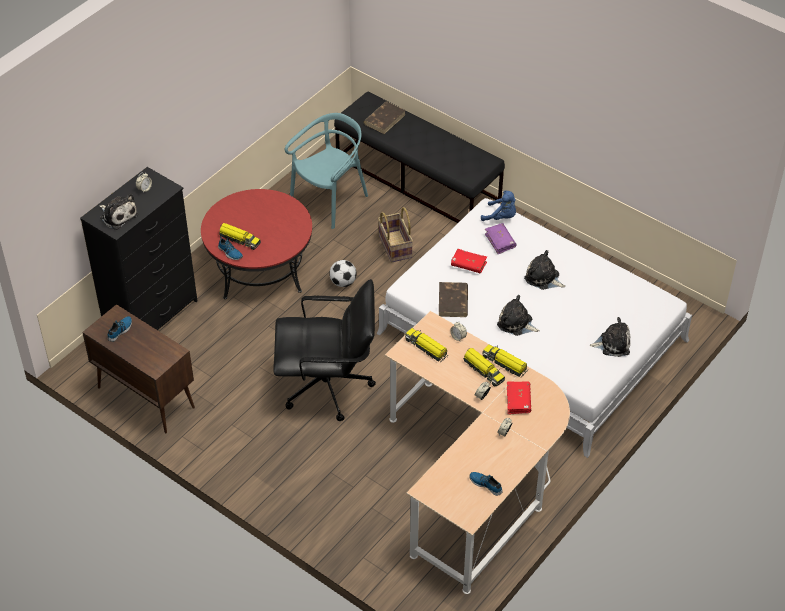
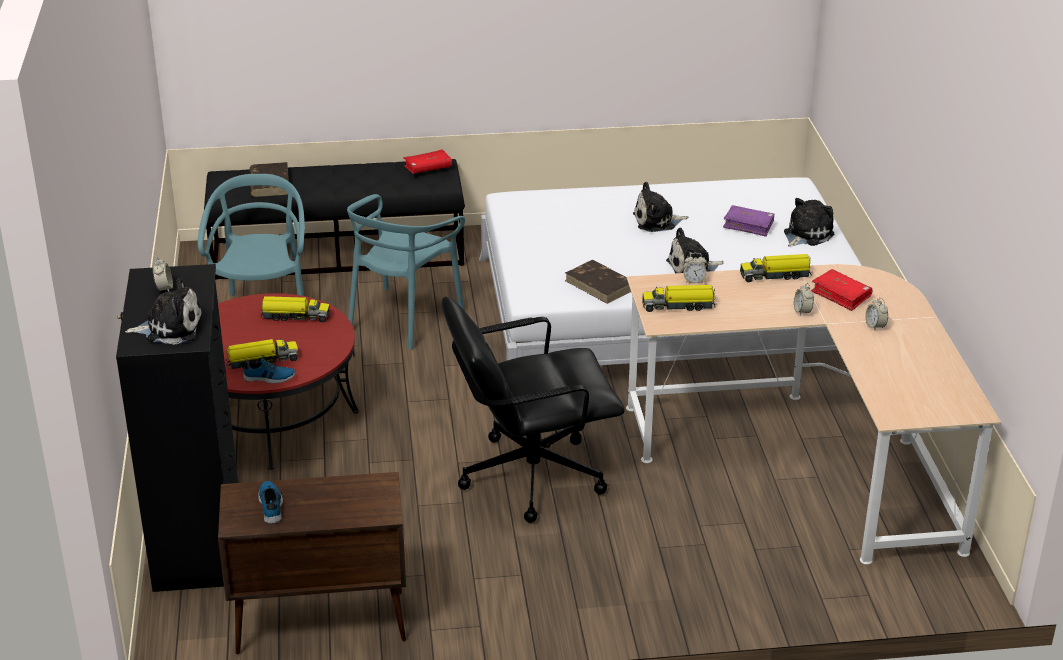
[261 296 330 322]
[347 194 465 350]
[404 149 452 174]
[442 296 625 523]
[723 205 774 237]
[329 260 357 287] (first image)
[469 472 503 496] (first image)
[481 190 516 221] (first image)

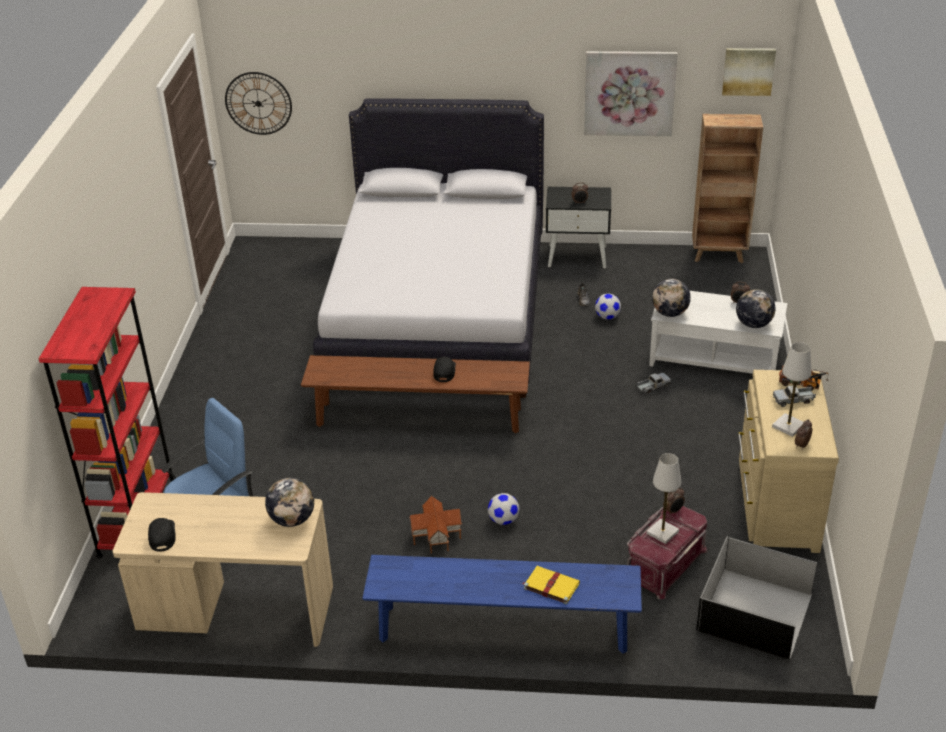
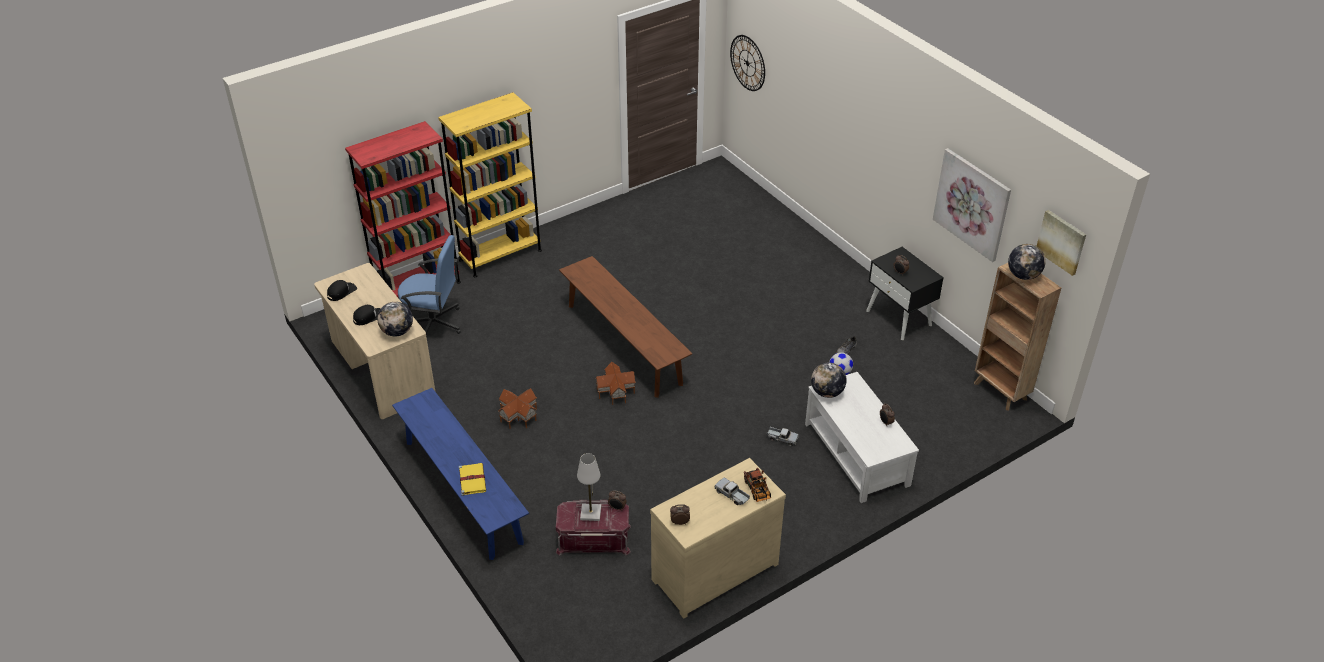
[353 305 381 325]
[438 92 542 277]
[595 362 636 405]
[1008 244 1046 280]
[313 99 544 398] (first image)
[488 493 519 525] (first image)
[696 536 817 659] (first image)
[772 342 812 437] (first image)

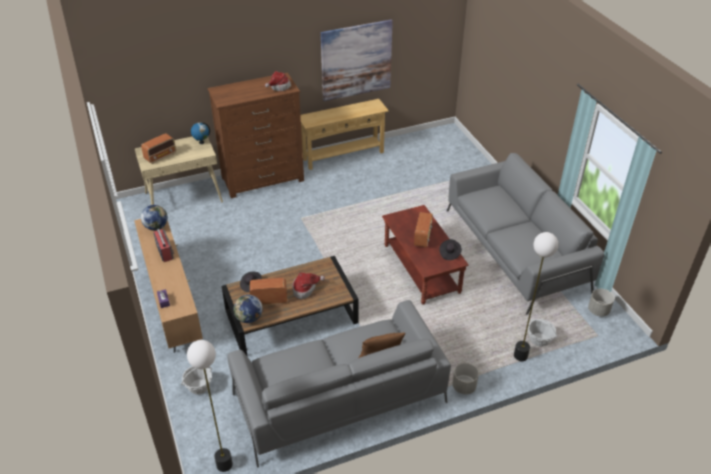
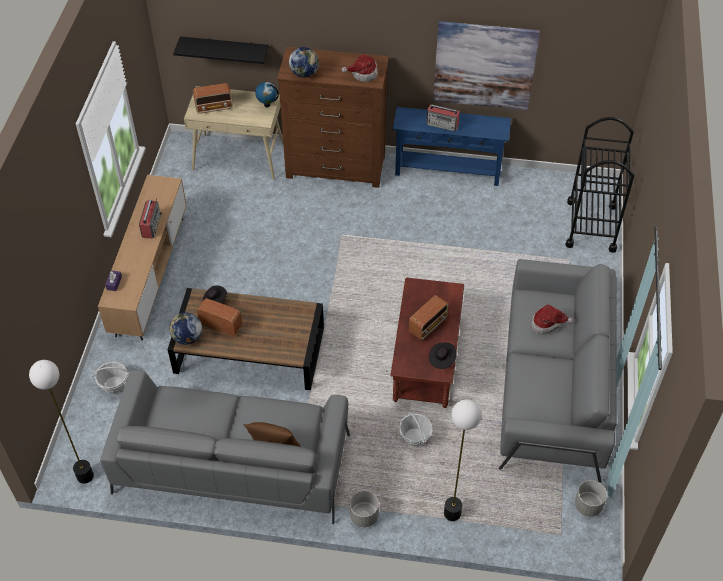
[173 36 269 64]
[289 47 319 77]
[393 107 511 186]
[399 412 432 447]
[426 105 460 132]
[531 304 574 335]
[565 117 634 253]

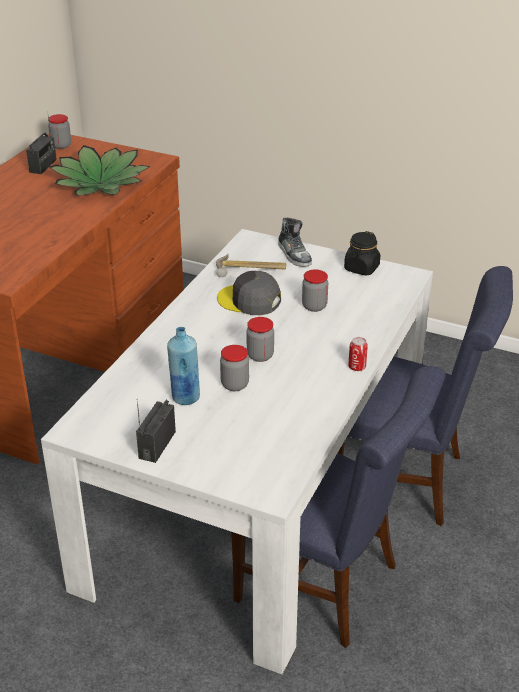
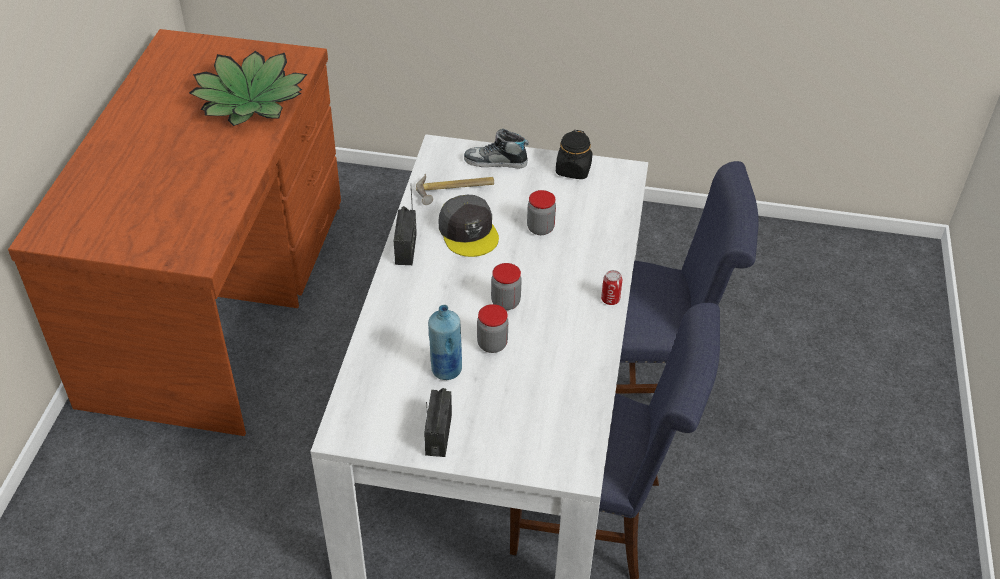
[394 188 417 265]
[439 195 499 257]
[464 129 529 169]
[48 114 71 149] (first image)

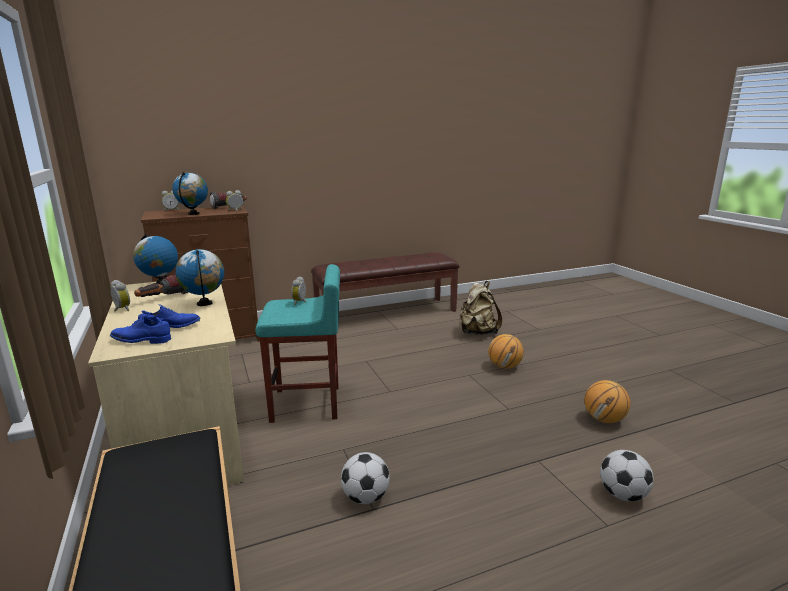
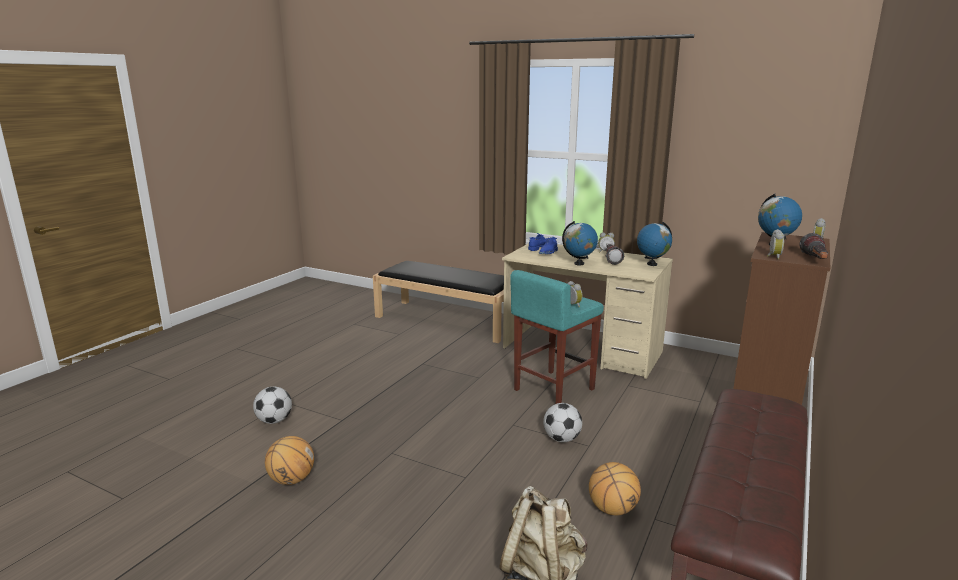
[543 403 582 442]
[589 462 641 516]

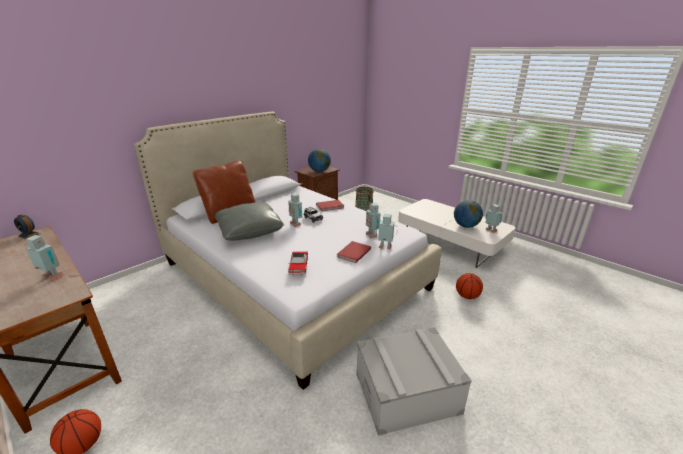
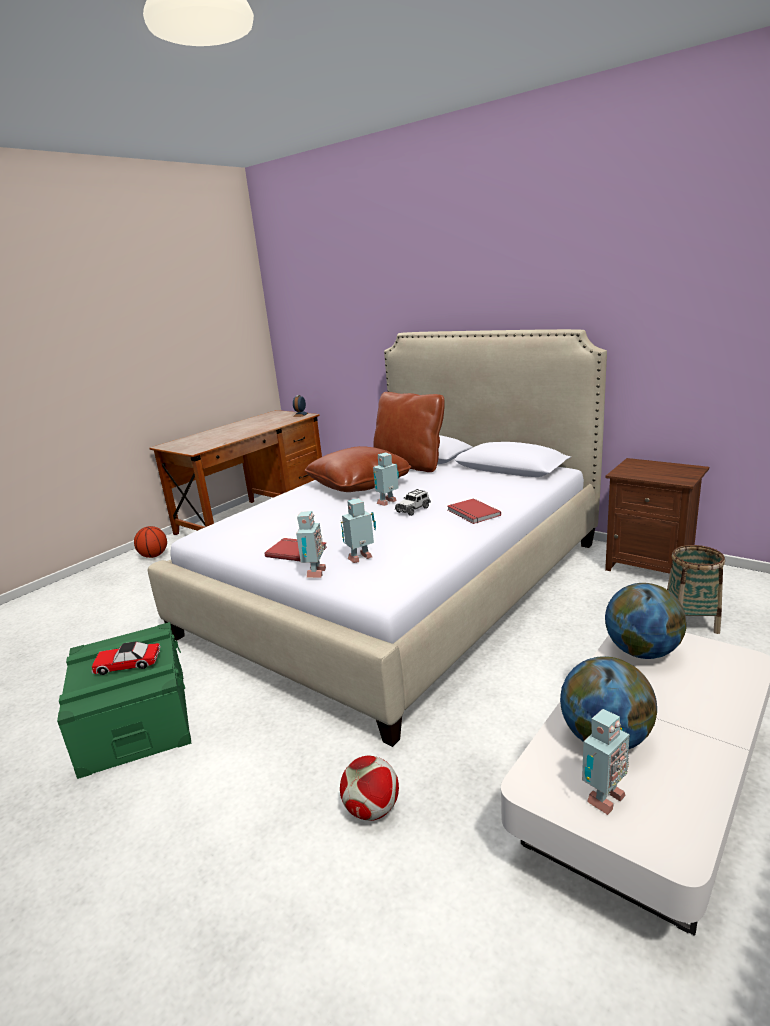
[57 622 191 779]
[91 641 161 675]
[305 446 411 492]
[340 756 399 821]
[605 583 686 659]
[26 235 63 280] (first image)

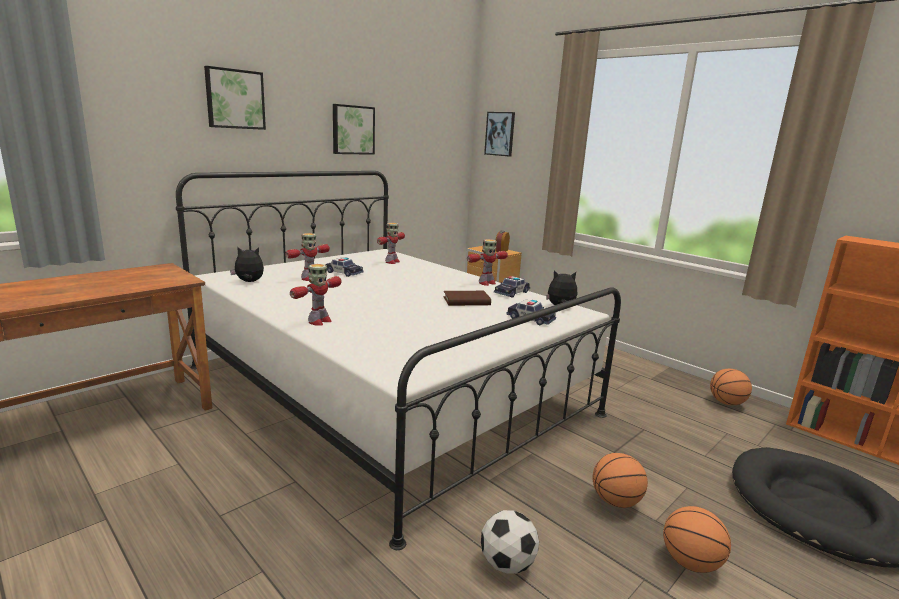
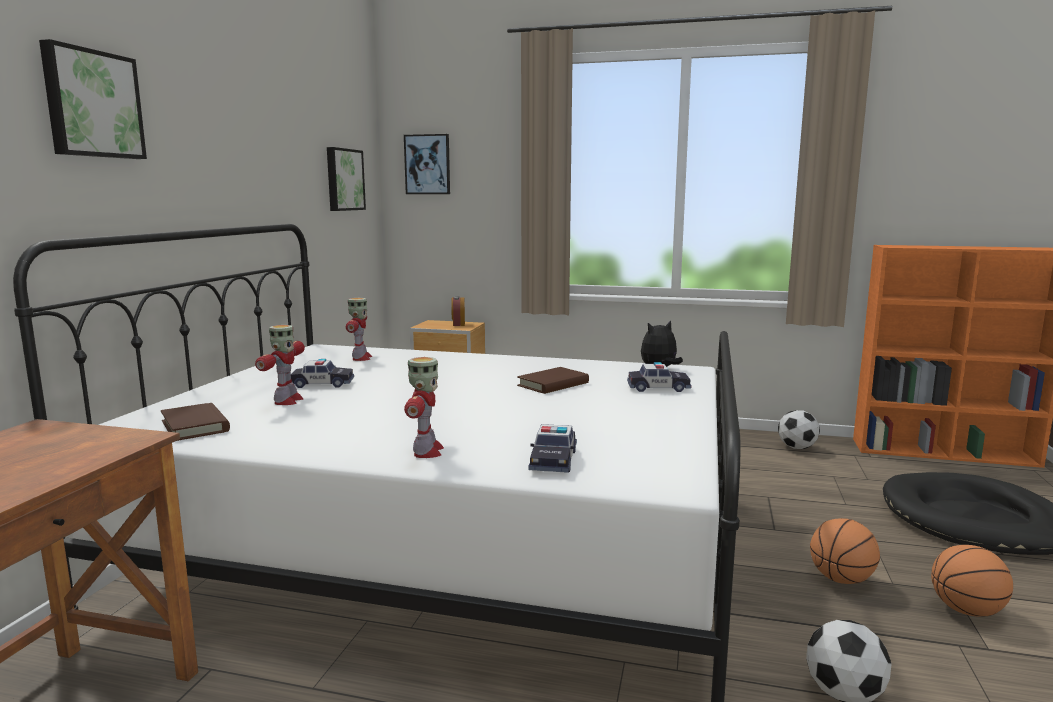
[161 403 230 441]
[327 147 366 211]
[529 424 577 473]
[778 410 820 449]
[467 239 508 286] (first image)

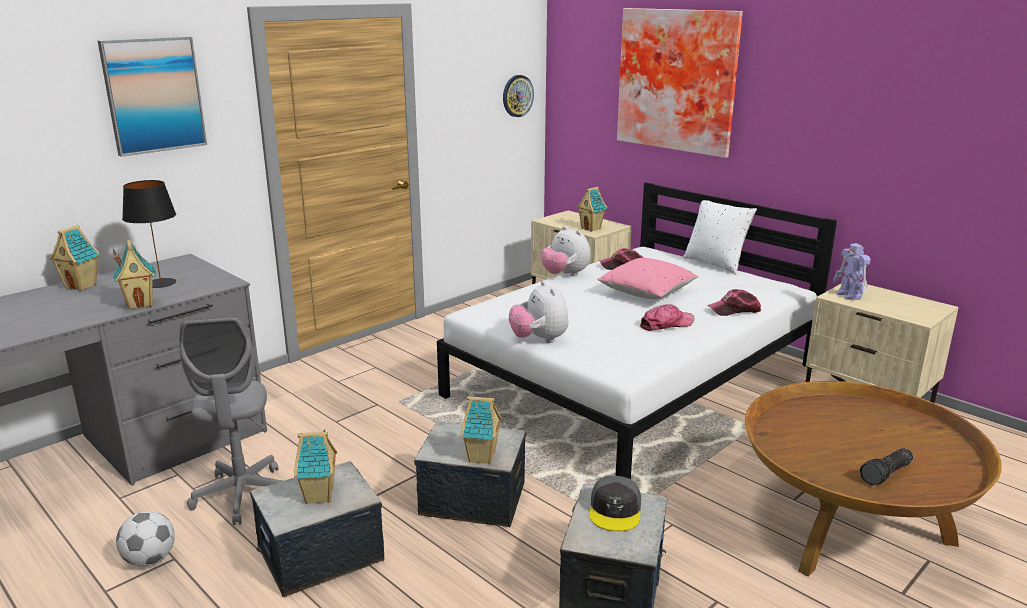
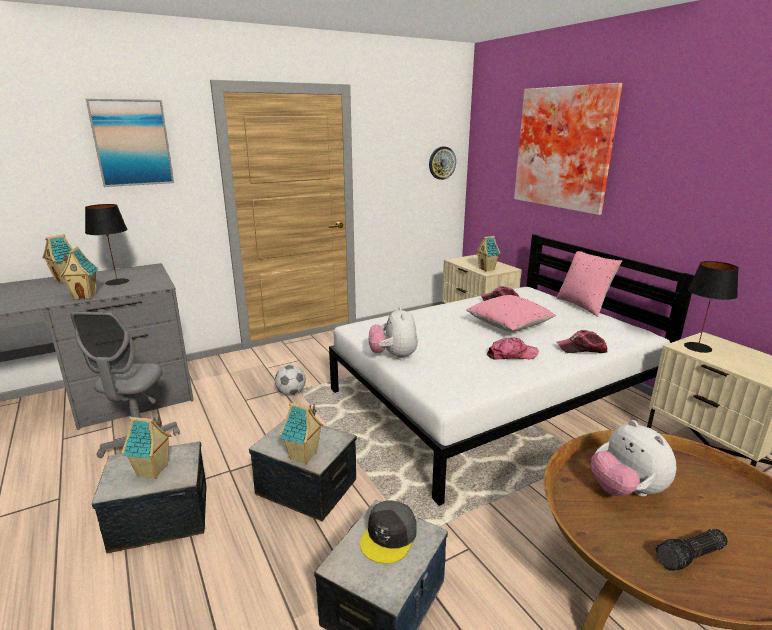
[275 365 306 395]
[557 251 622 317]
[591 420 677 497]
[684 261 739 353]

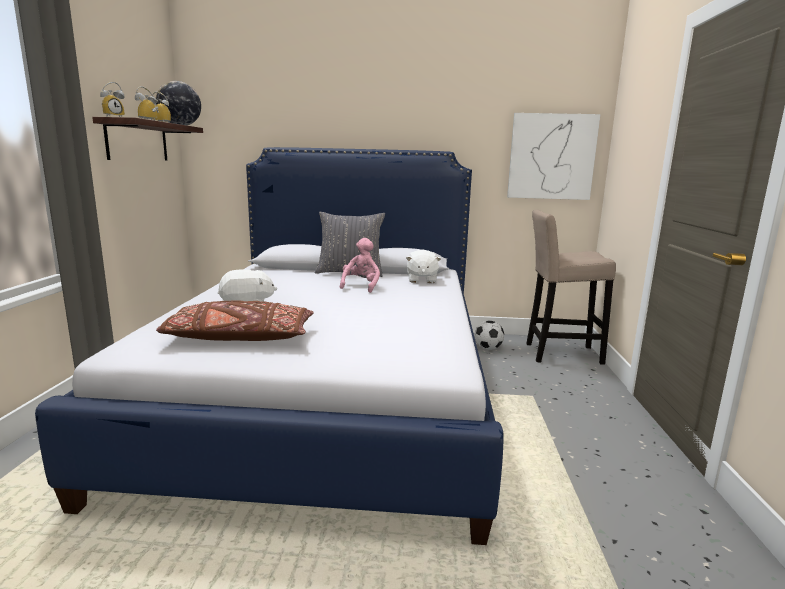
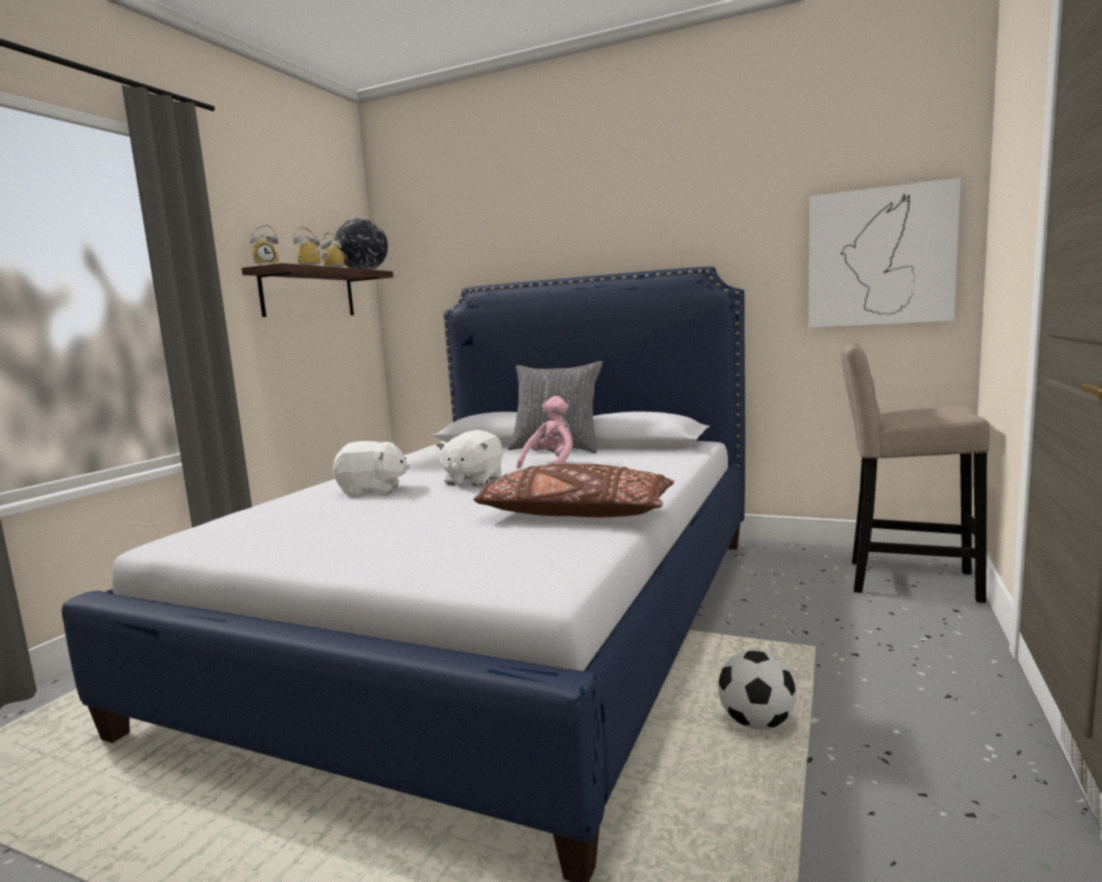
[436 430 503 486]
[473 464 674 517]
[718 650 796 730]

